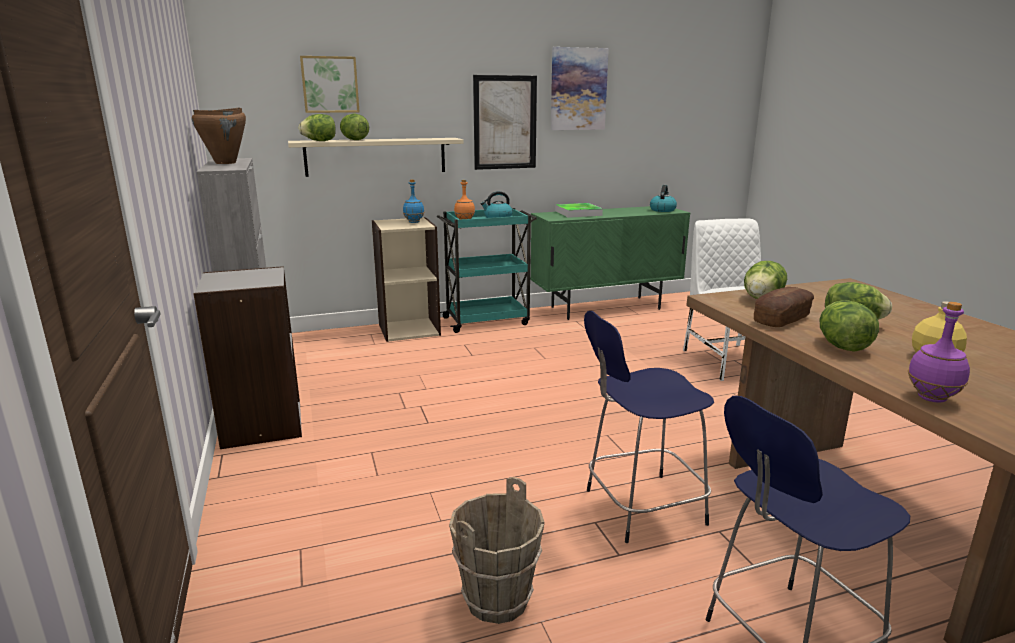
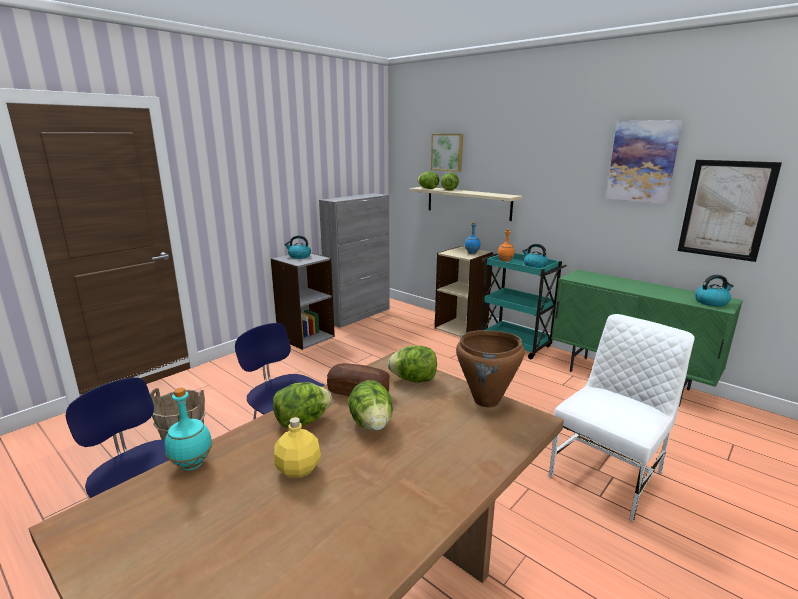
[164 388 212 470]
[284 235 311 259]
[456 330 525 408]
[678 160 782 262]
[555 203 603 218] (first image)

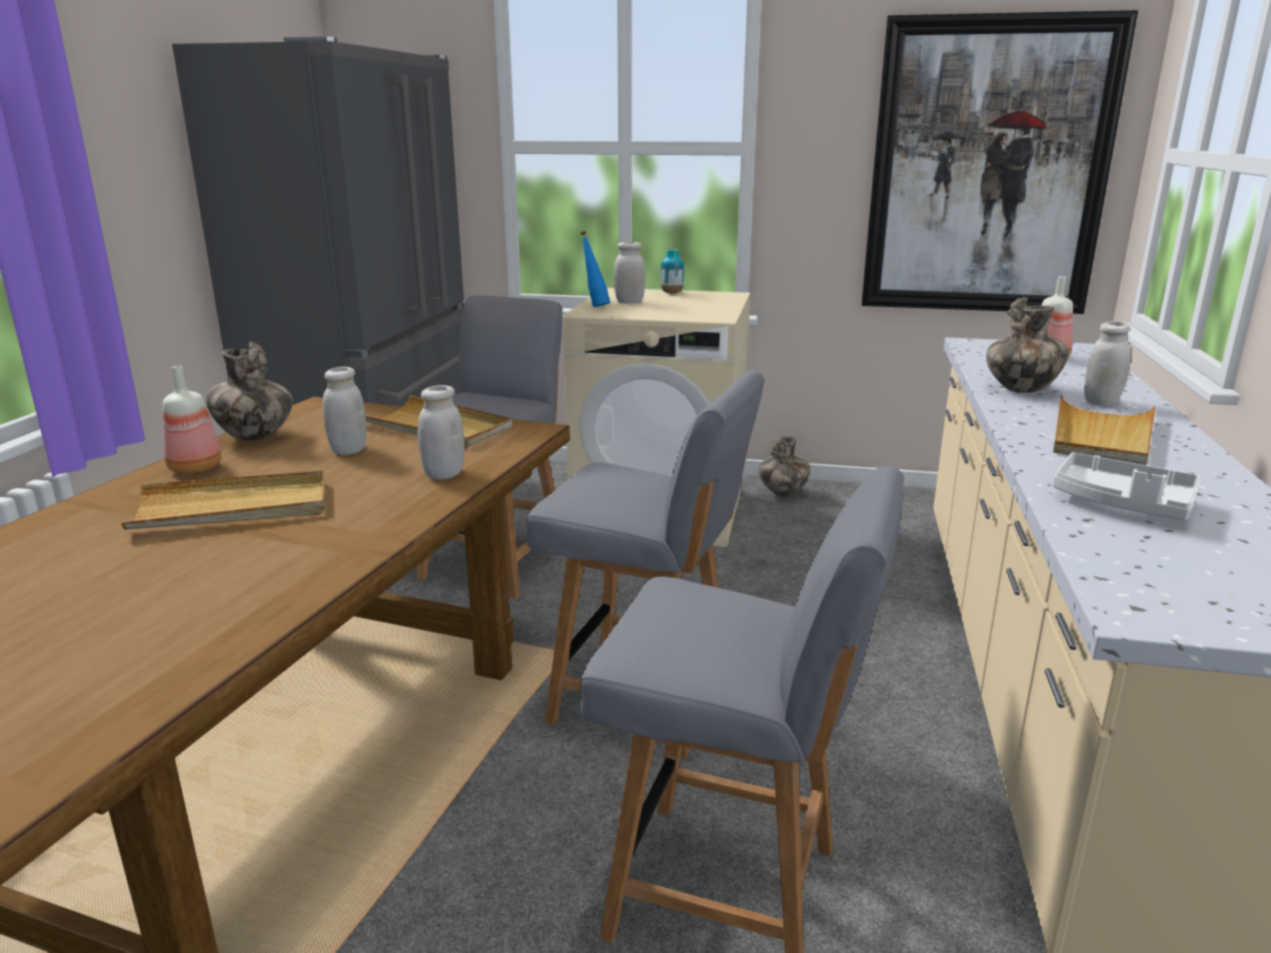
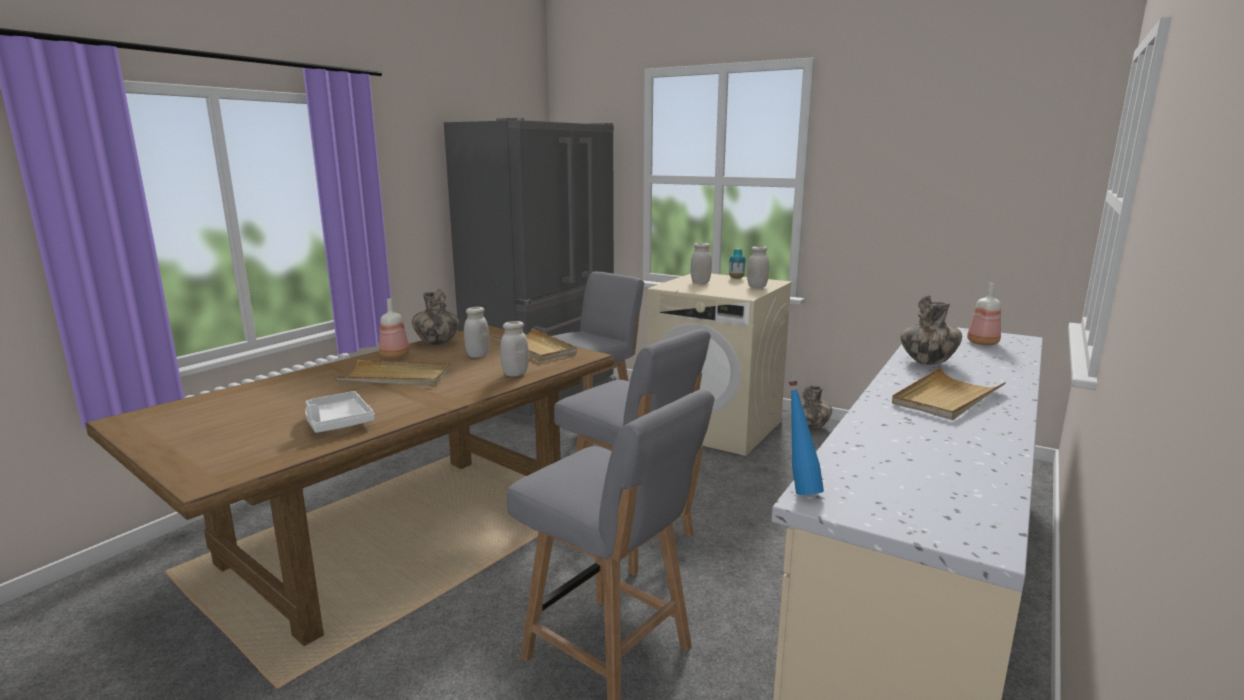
[305 391 375 433]
[747 246 769 288]
[789 381 824 495]
[862 10 1138 314] (first image)

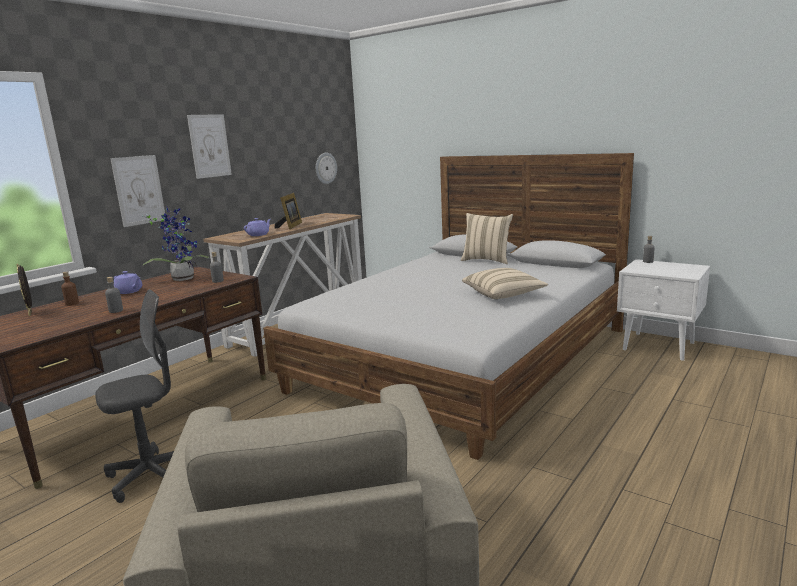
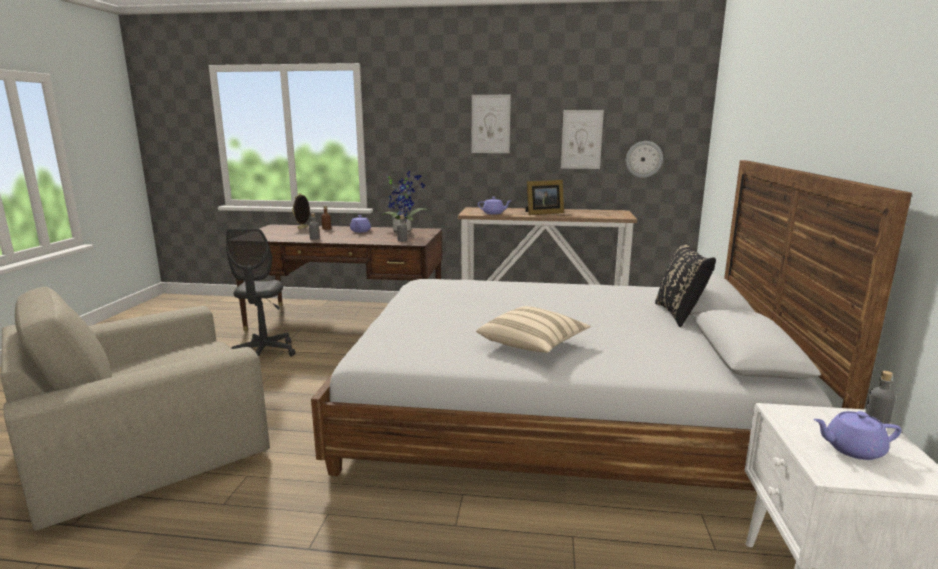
[226 228 296 357]
[561 110 604 169]
[655 242 716 327]
[813 411 902 460]

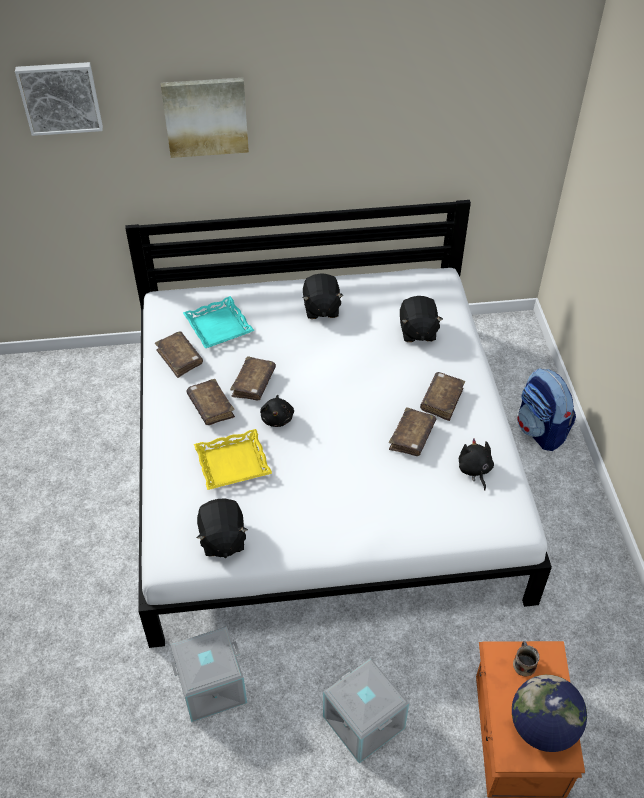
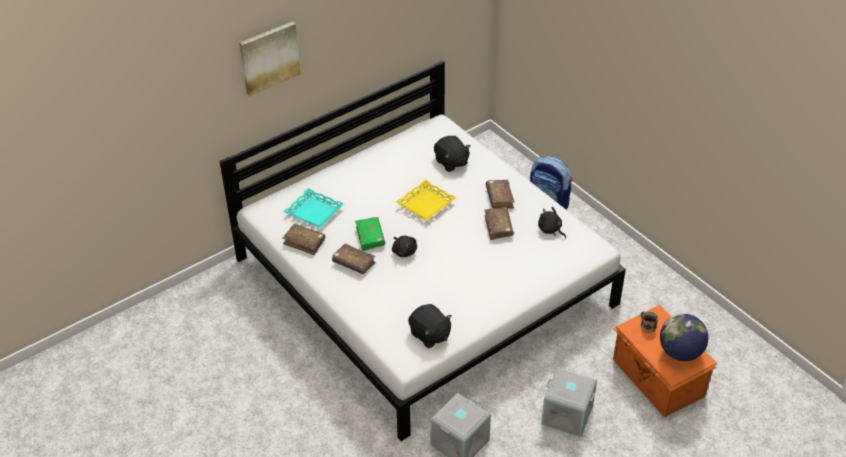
[355 217 385 251]
[396 180 456 221]
[15 62 103 136] (first image)
[303 273 344 319] (first image)

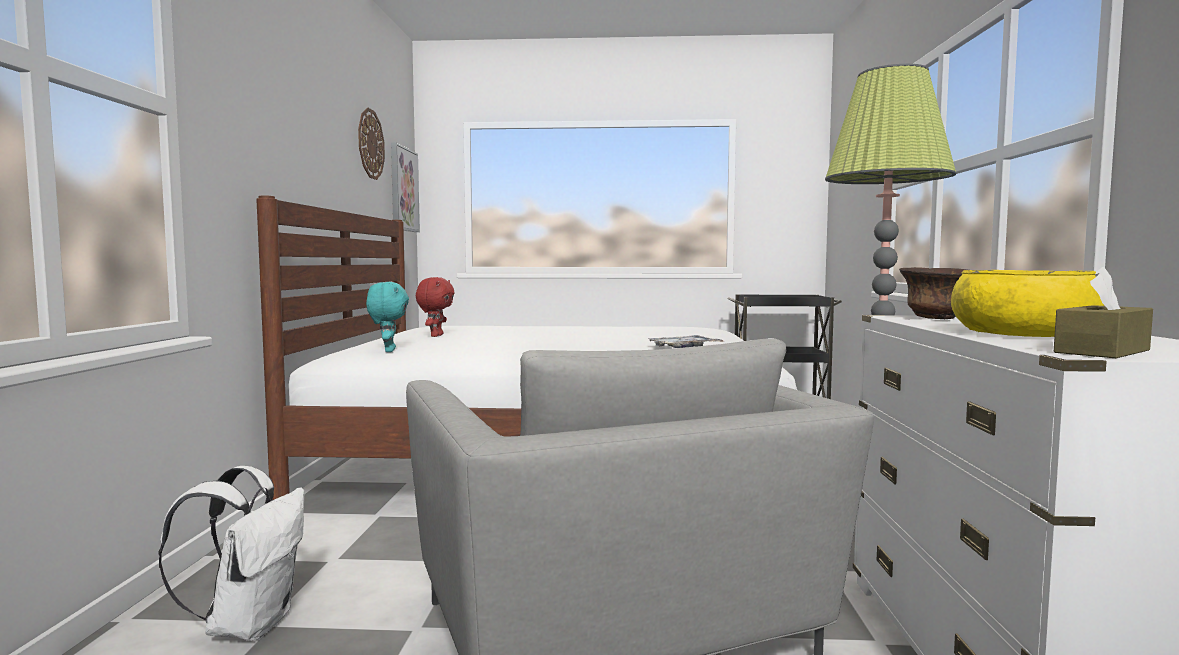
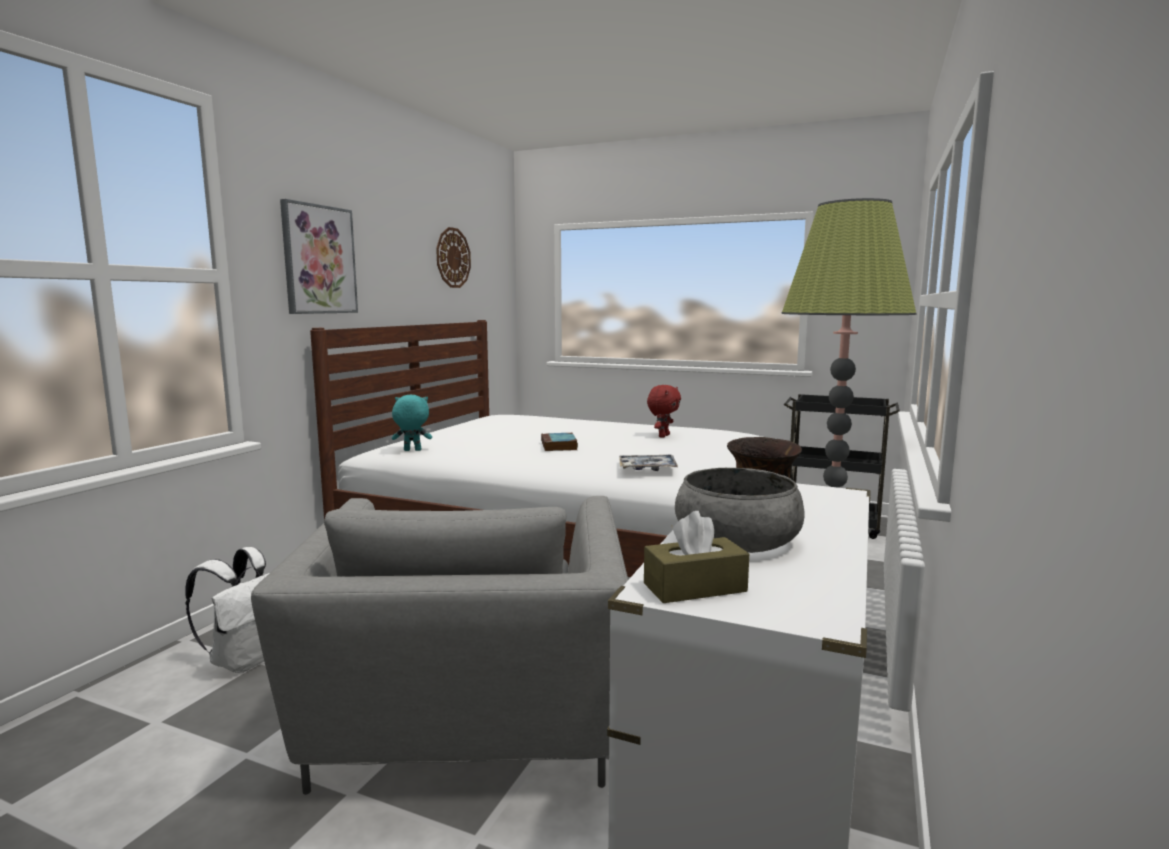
[280 199 358 314]
[392 394 432 451]
[541 433 578 451]
[647 385 681 438]
[675 468 805 553]

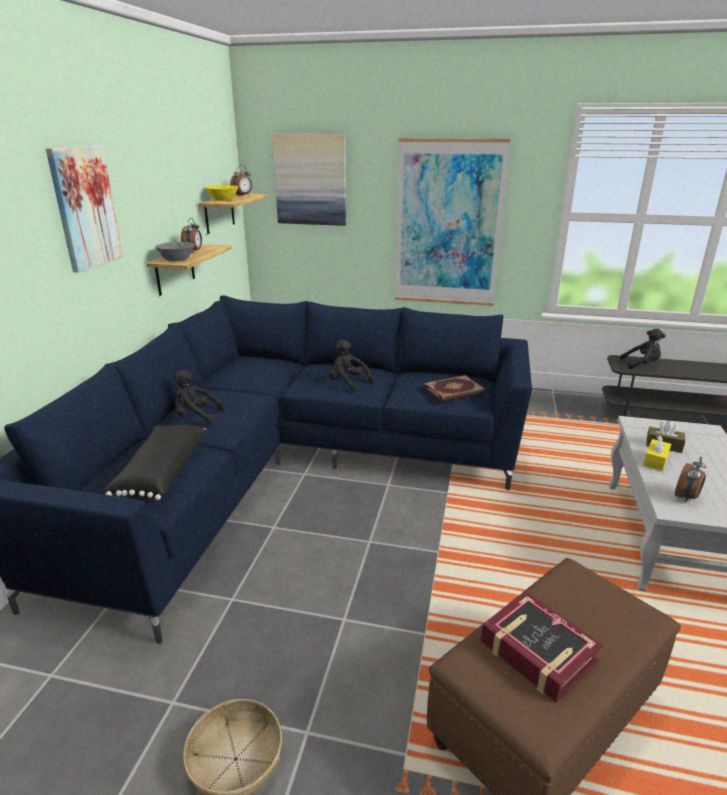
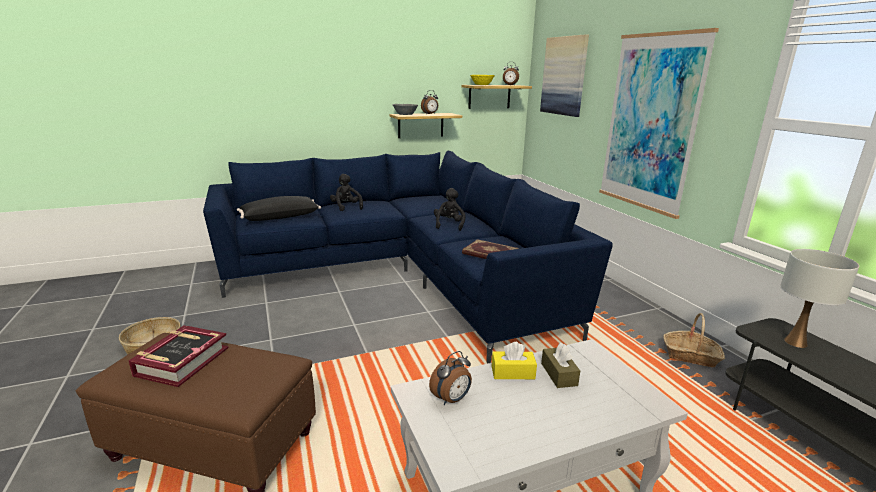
[429 351 472 405]
[663 313 725 367]
[780 249 859 348]
[46 145 123 273] (first image)

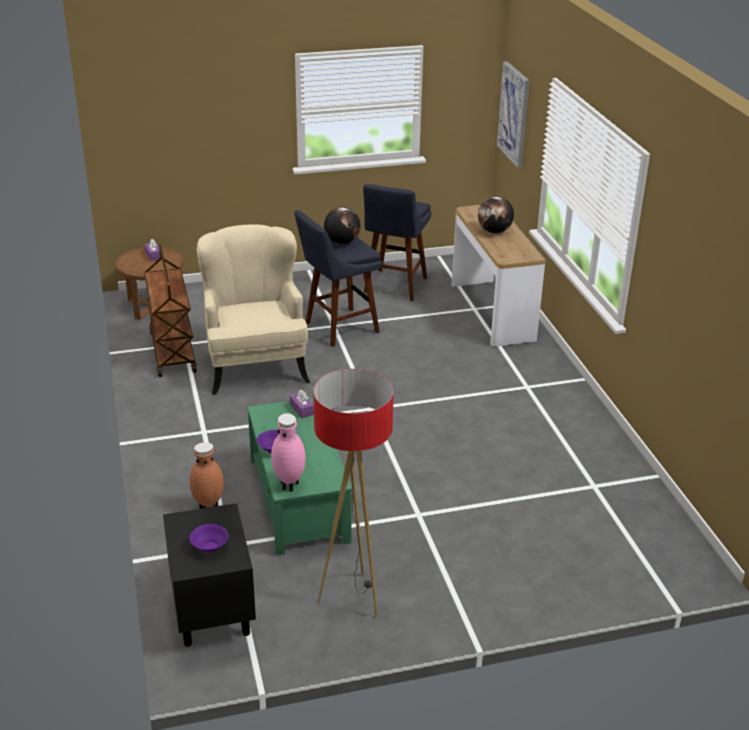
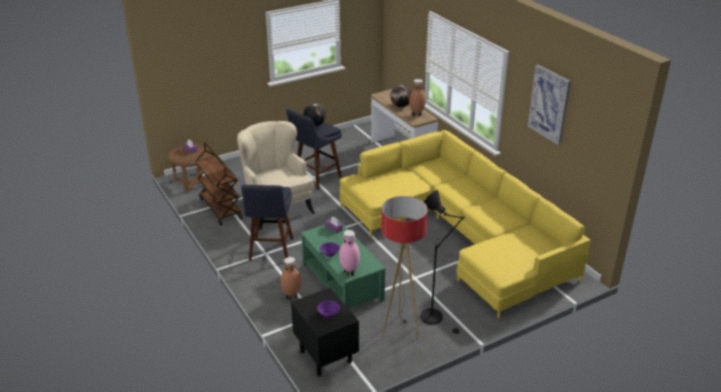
[241 185 293 261]
[340 130 591 318]
[409 79 426 117]
[420 190 465 334]
[528 64 571 145]

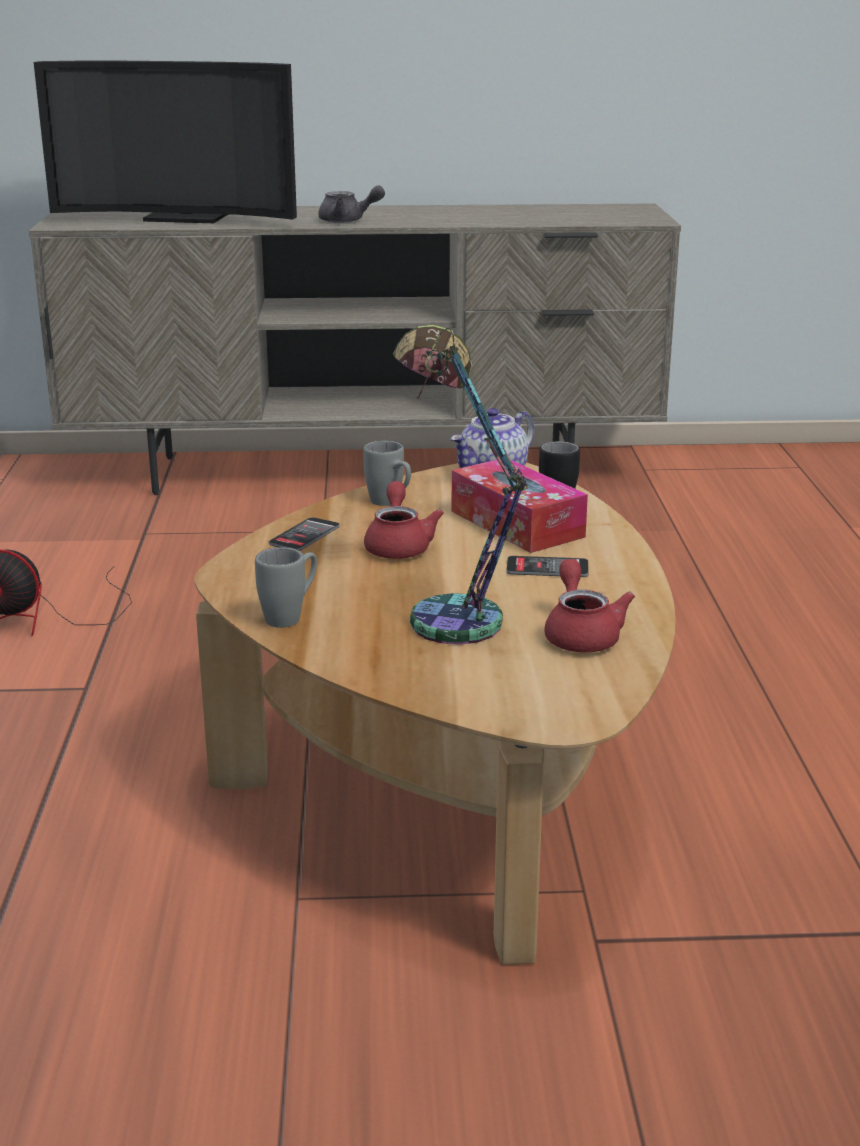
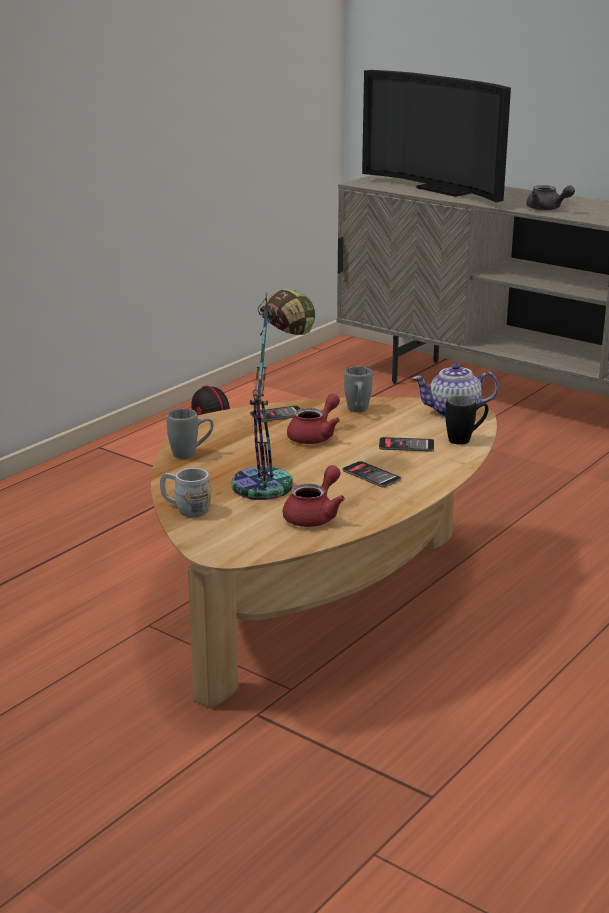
[160 468 212 517]
[379 437 434 452]

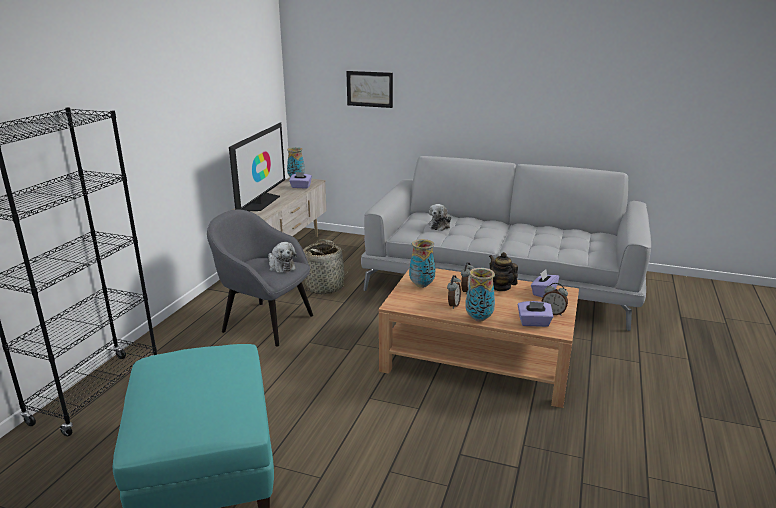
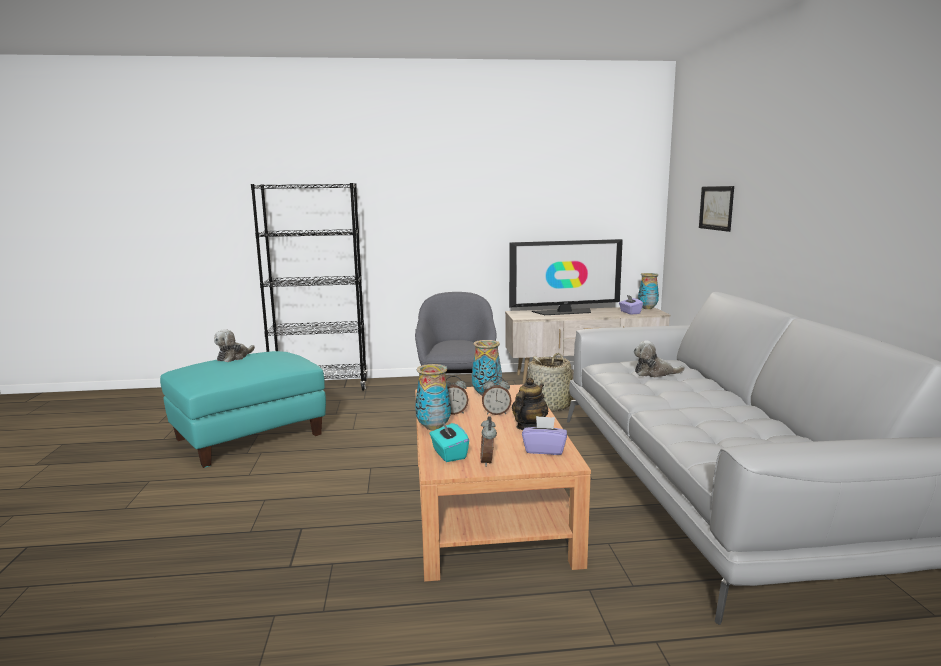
[214 329 255 362]
[430 419 469 462]

